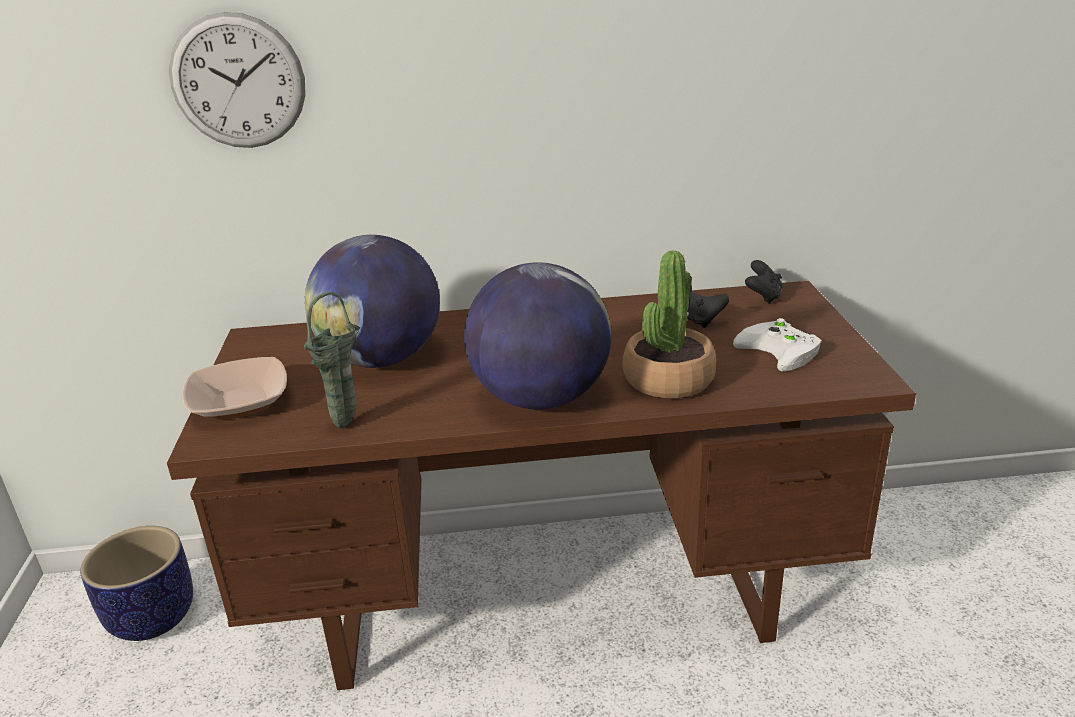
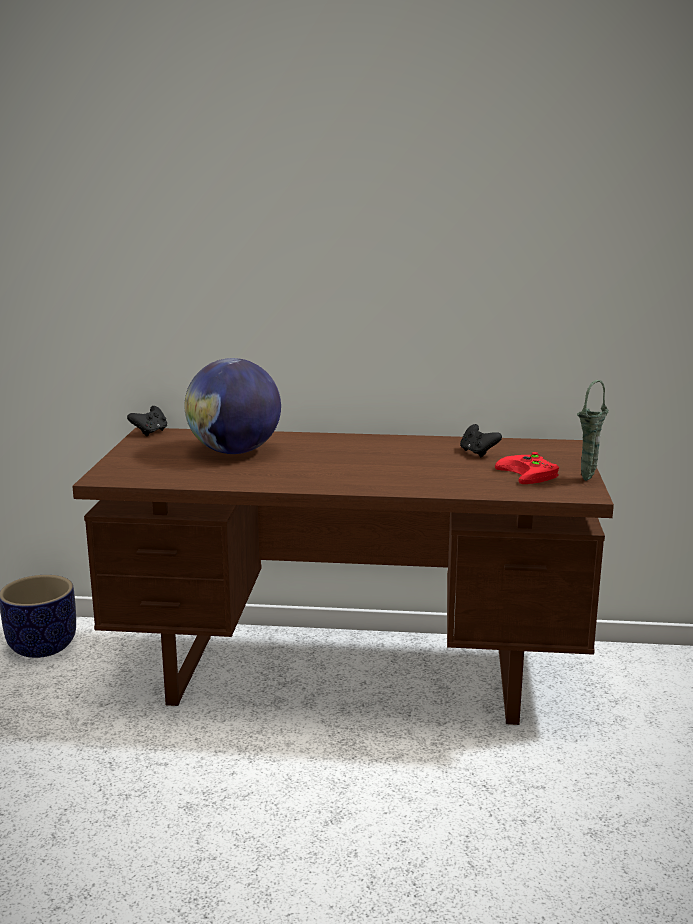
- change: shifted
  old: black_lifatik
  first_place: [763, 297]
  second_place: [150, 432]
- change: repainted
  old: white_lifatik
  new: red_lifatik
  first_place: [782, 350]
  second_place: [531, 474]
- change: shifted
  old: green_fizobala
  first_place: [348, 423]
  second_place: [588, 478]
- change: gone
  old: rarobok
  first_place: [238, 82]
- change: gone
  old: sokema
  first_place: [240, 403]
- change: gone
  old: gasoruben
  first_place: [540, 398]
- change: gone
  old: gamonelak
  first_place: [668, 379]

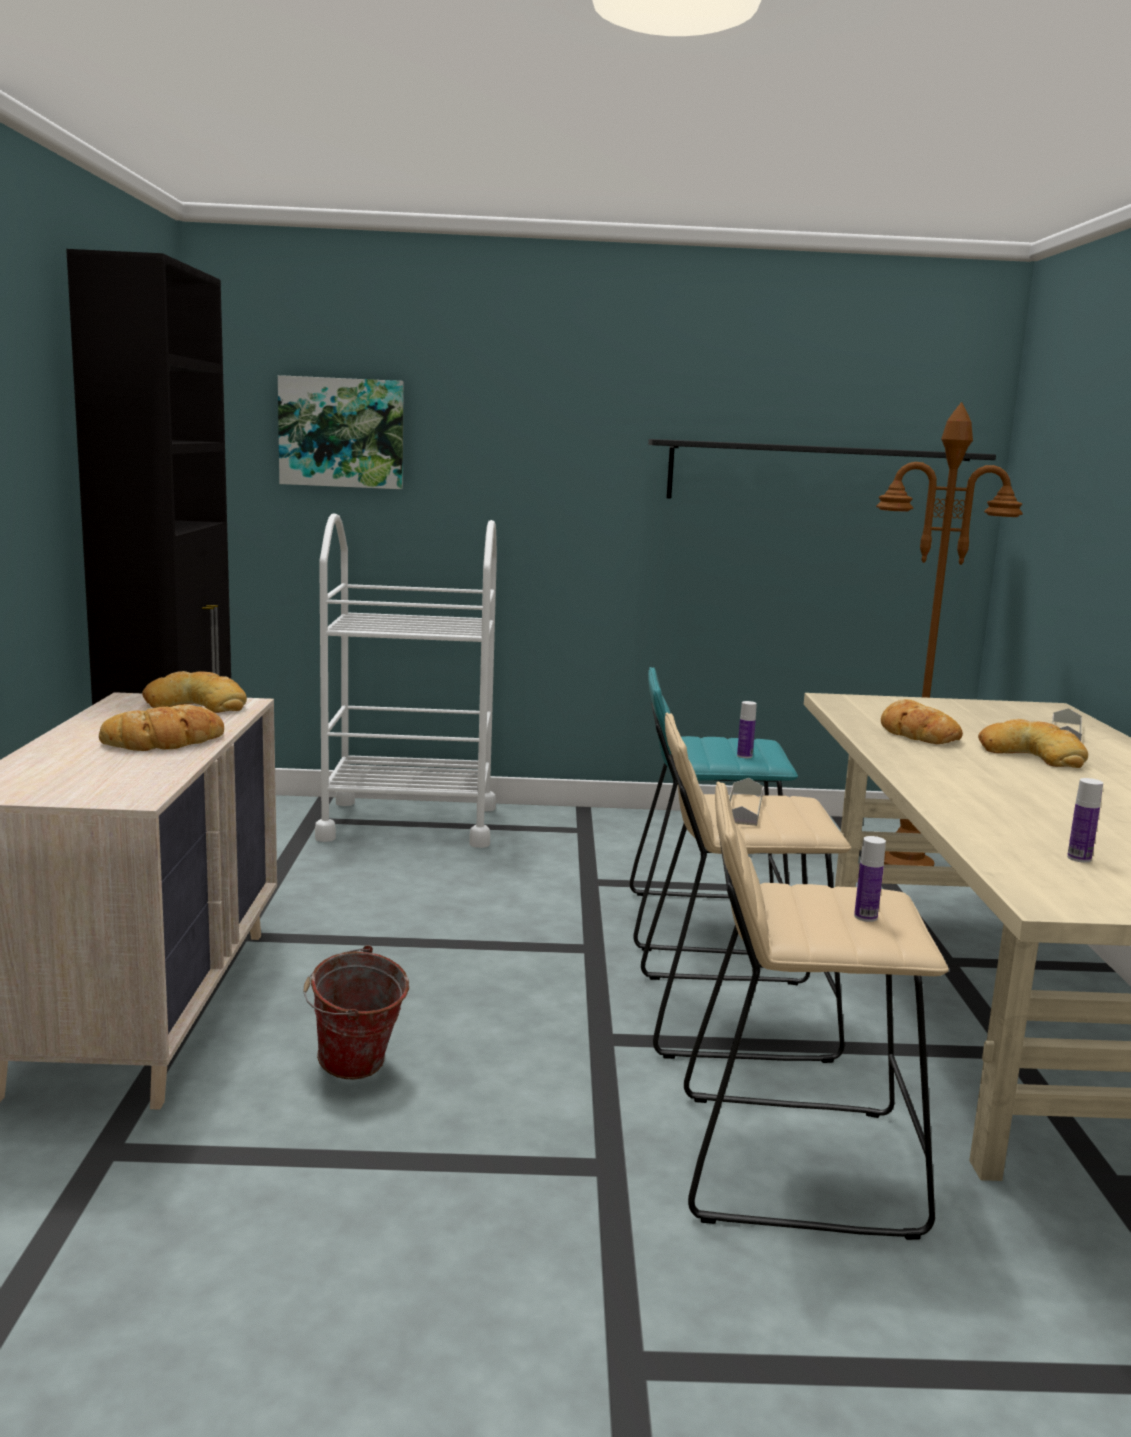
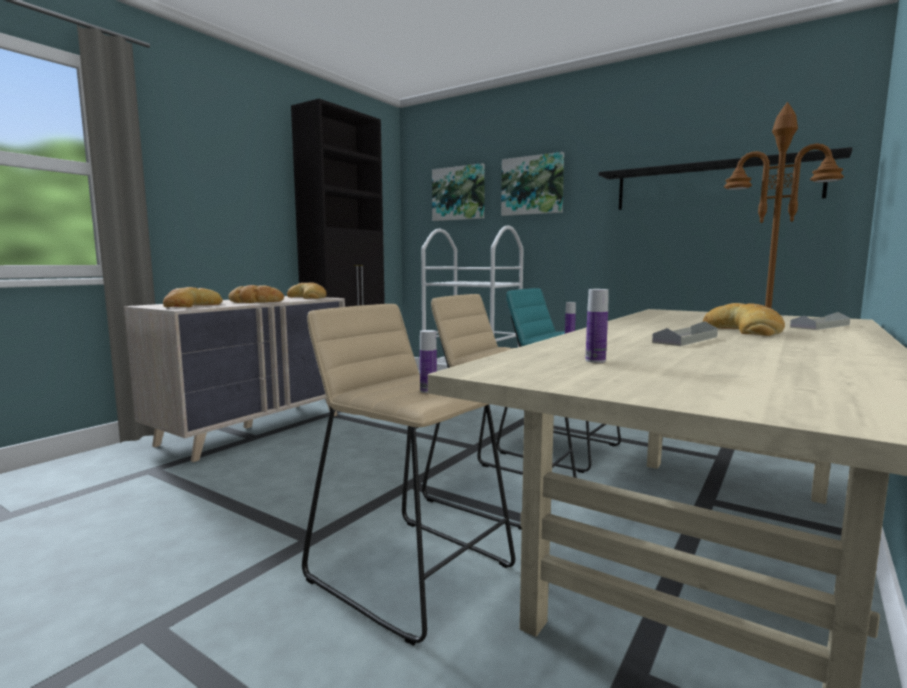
- change: shifted
  old: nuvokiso
  first_place: [916, 733]
  second_place: [191, 306]
- change: new
  new: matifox
  second_place: [532, 185]
- change: shifted
  old: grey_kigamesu
  first_place: [744, 808]
  second_place: [685, 339]
- change: gone
  old: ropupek
  first_place: [355, 1071]

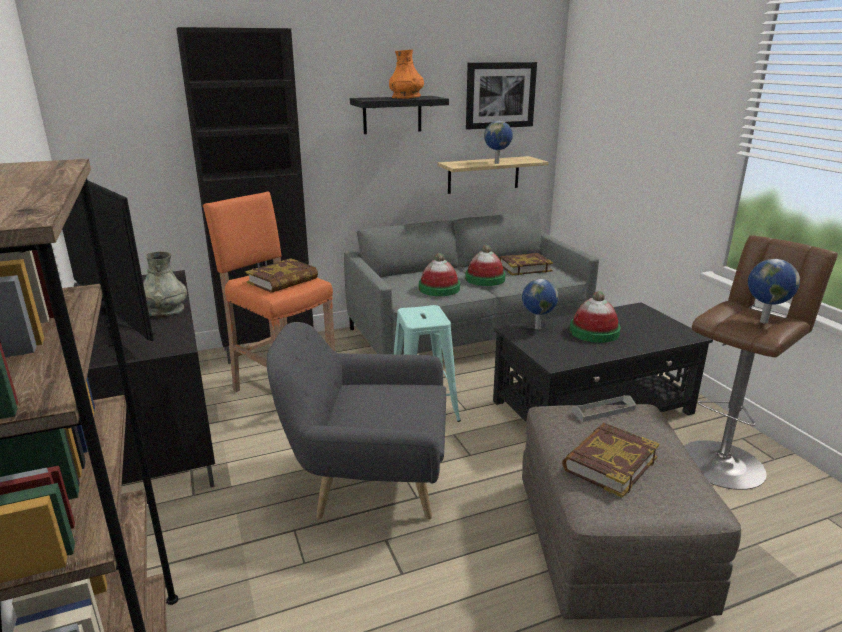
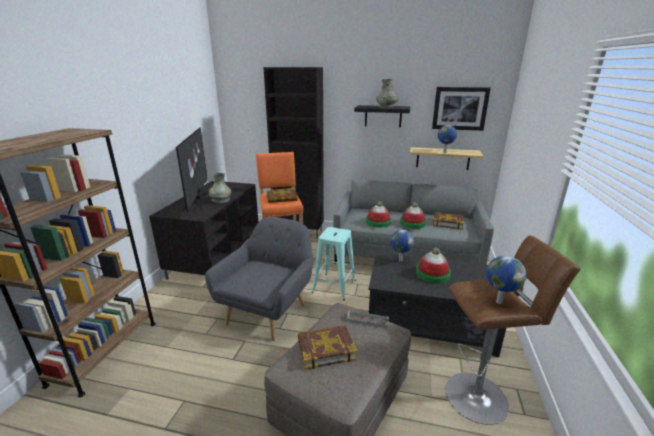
- change: rotated
  old: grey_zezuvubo
  first_place: [369, 482]
  second_place: [268, 311]
  degrees: 75
- change: repainted
  old: orange_fizobala
  new: grey_fizobala
  first_place: [406, 97]
  second_place: [386, 107]

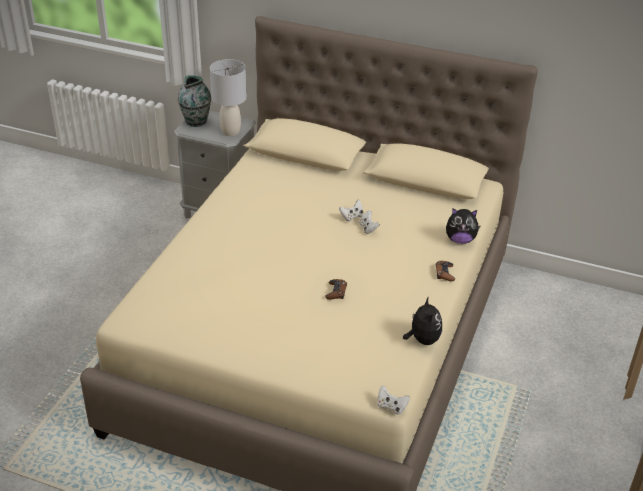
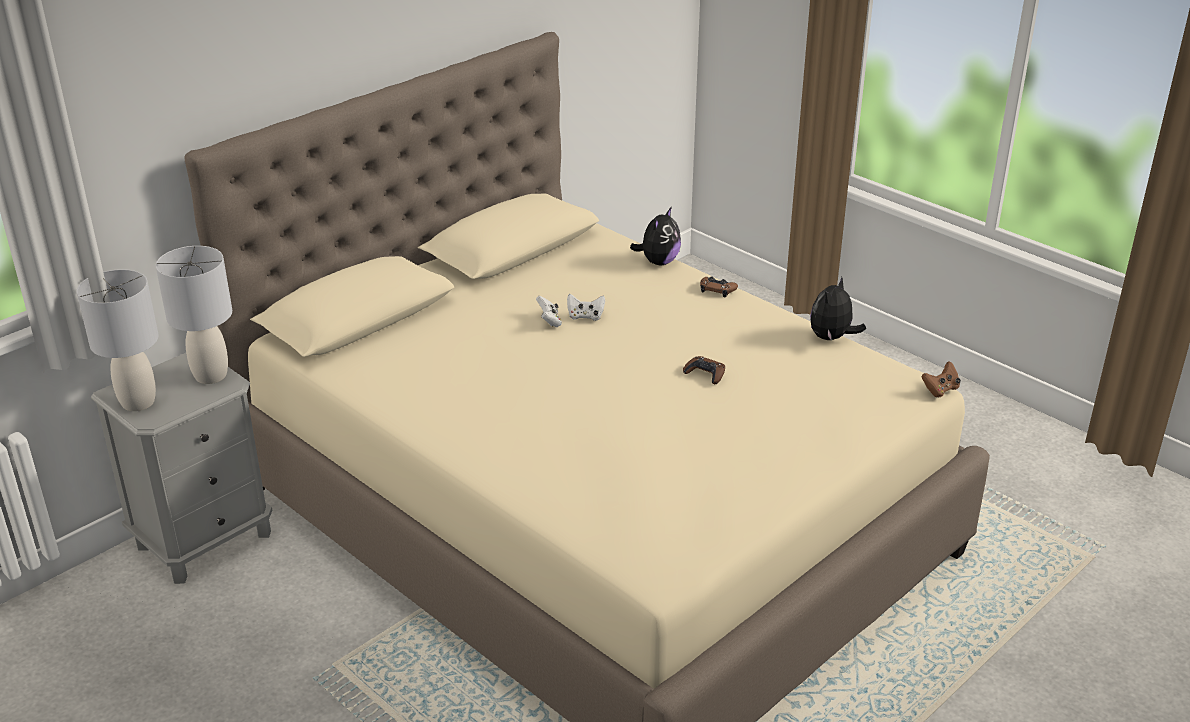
- change: swapped
  old: fizobala
  new: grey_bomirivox
  first_place: [196, 121]
  second_place: [138, 402]
- change: rotated
  old: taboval
  first_place: [422, 339]
  second_place: [832, 338]
  degrees: -75
- change: repainted
  old: white_lifatik
  new: brown_lifatik
  first_place: [391, 406]
  second_place: [940, 390]

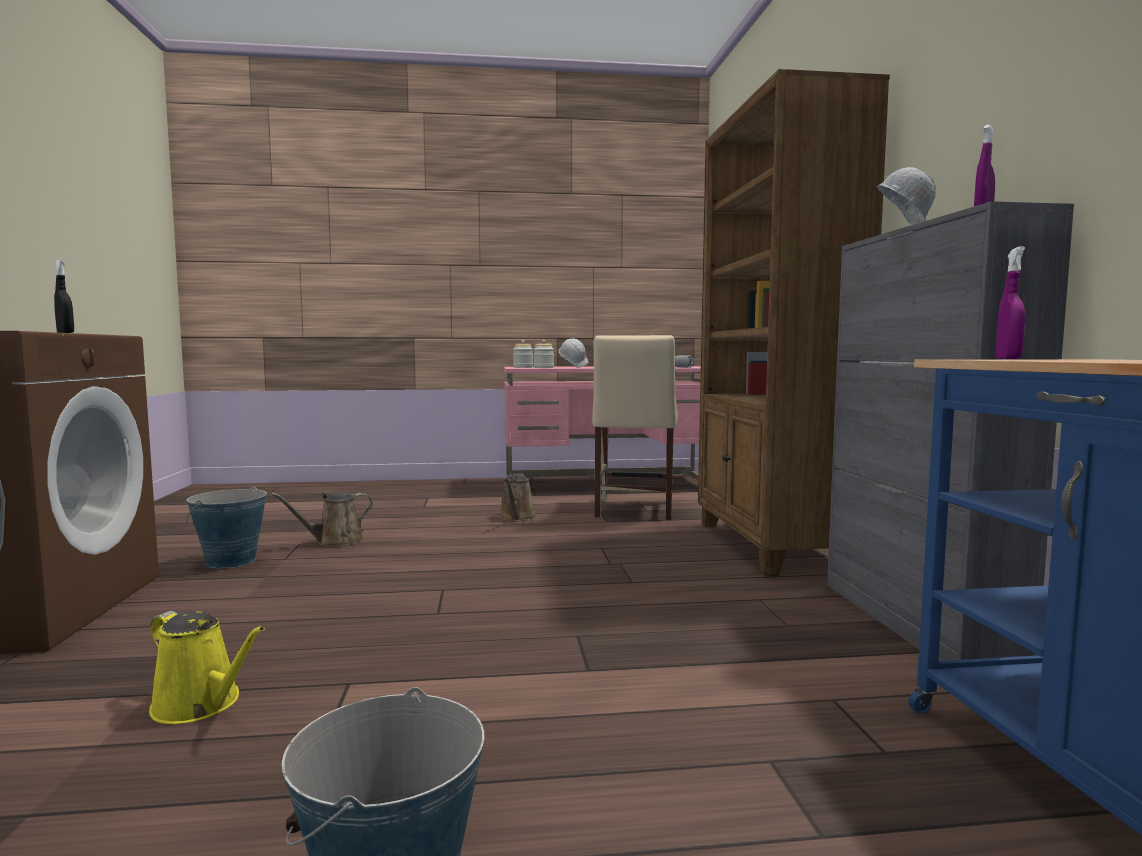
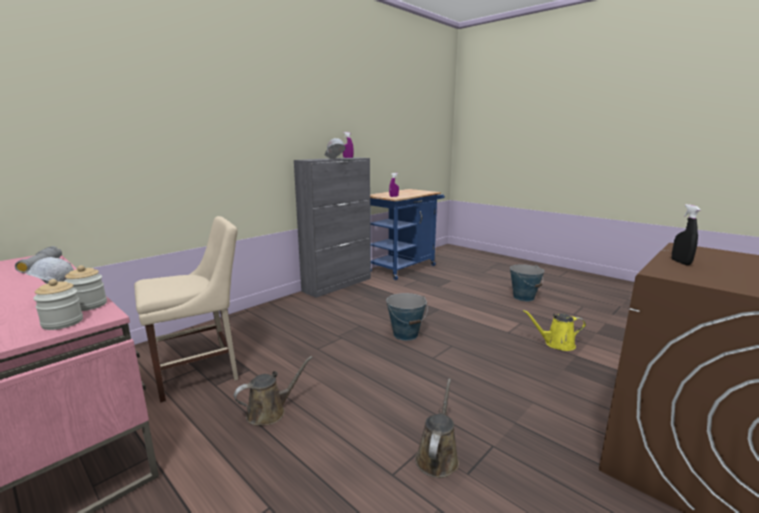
- change: shifted
  old: ropupek
  first_place: [230, 561]
  second_place: [405, 334]
- change: rotated
  old: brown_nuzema
  first_place: [335, 542]
  second_place: [437, 456]
  degrees: -90
- change: rotated
  old: yellow_nuzema
  first_place: [201, 705]
  second_place: [556, 344]
  degrees: -75
- change: gone
  old: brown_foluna
  first_place: [770, 546]

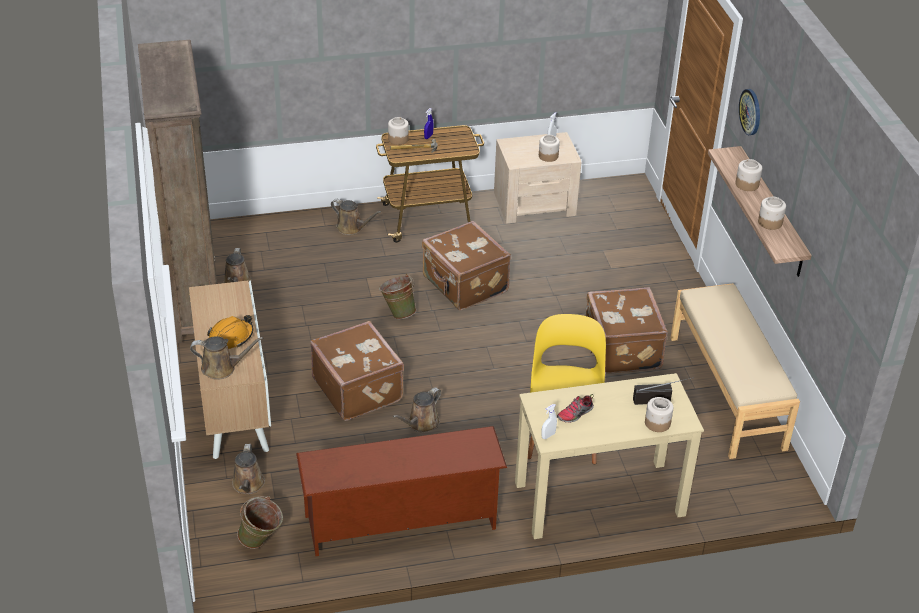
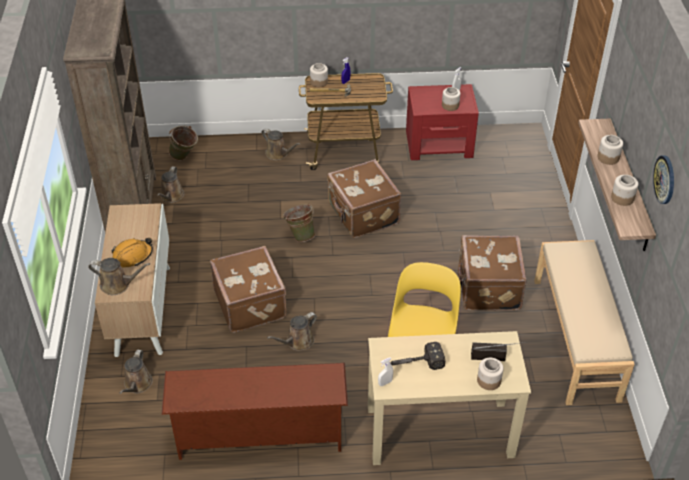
- change: shifted
  old: green_ropupek
  first_place: [262, 542]
  second_place: [185, 157]
- change: swapped
  old: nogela
  new: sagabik
  first_place: [575, 414]
  second_place: [414, 363]
- change: repainted
  old: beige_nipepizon
  new: red_nipepizon
  first_place: [535, 204]
  second_place: [439, 144]
- change: shifted
  old: rarobok
  first_place: [750, 112]
  second_place: [665, 179]

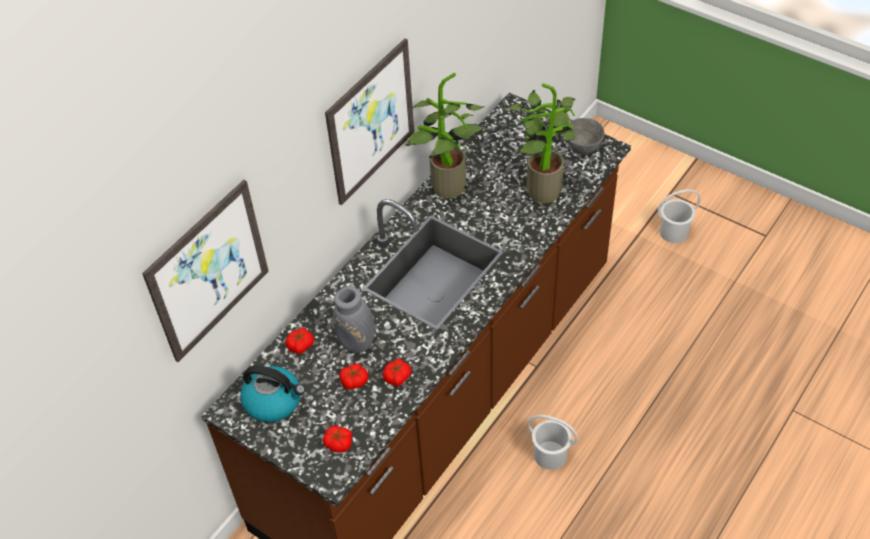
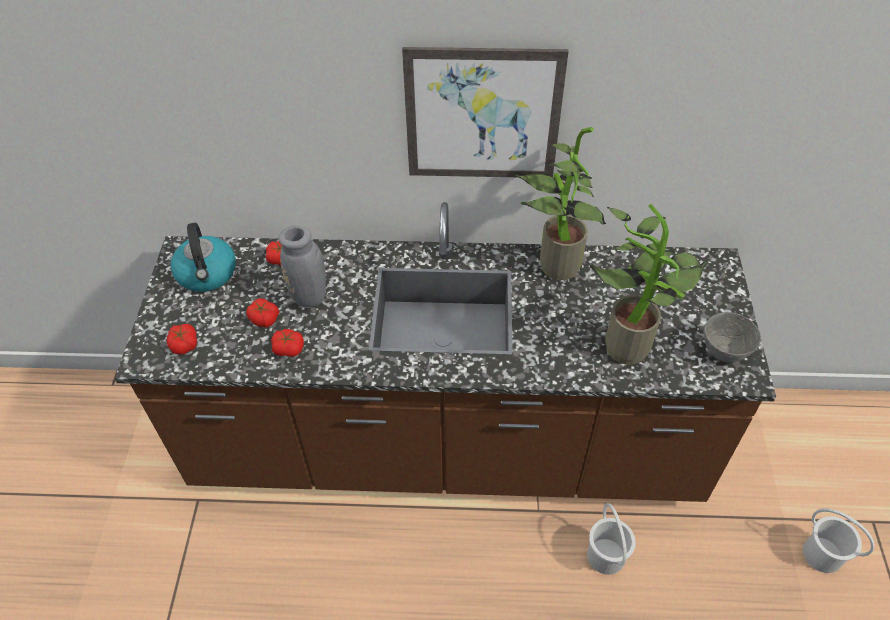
- change: shifted
  old: white_ropupek
  first_place: [550, 454]
  second_place: [606, 555]
- change: gone
  old: matifox
  first_place: [208, 271]

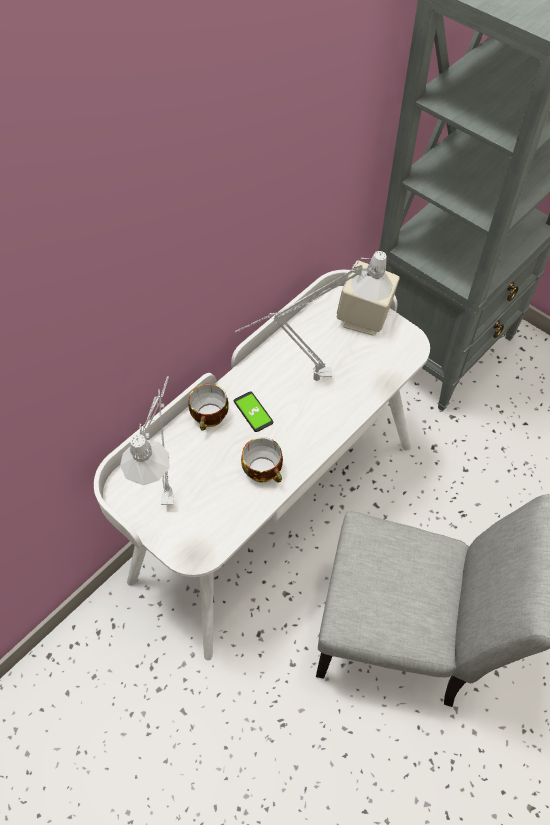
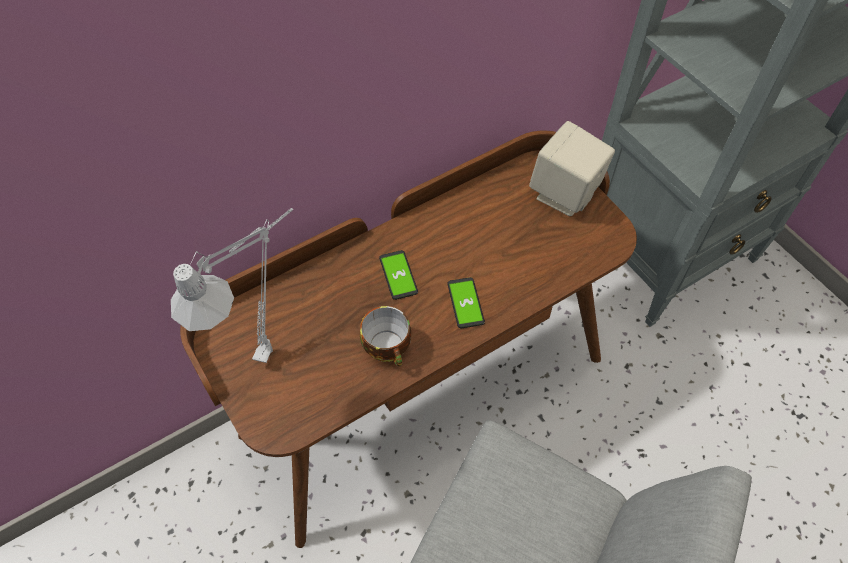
- change: repainted
  old: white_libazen
  new: brown_libazen
  first_place: [274, 508]
  second_place: [423, 393]
- change: new
  new: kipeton
  second_place: [465, 303]
- change: gone
  old: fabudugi
  first_place: [210, 418]
- change: gone
  old: grey_bomirivox
  first_place: [307, 380]

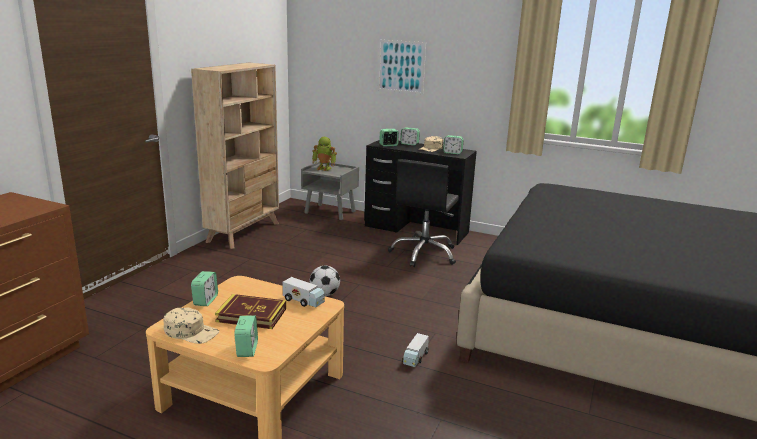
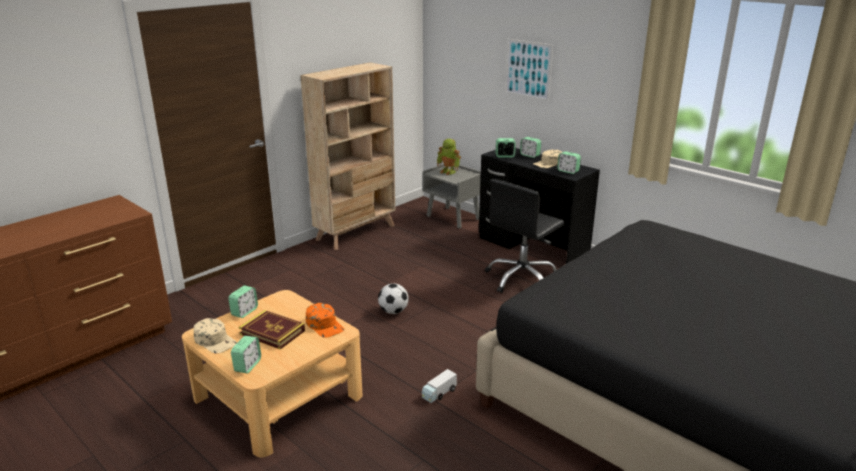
- change: swapped
  old: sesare
  new: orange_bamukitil
  first_place: [303, 301]
  second_place: [325, 325]

